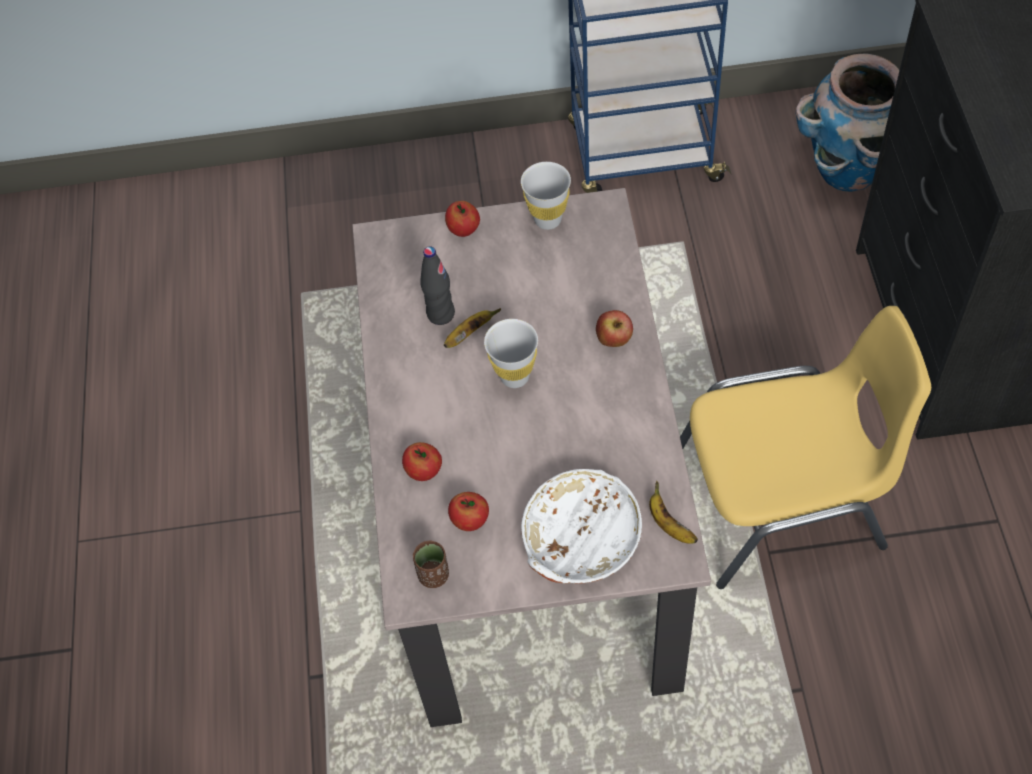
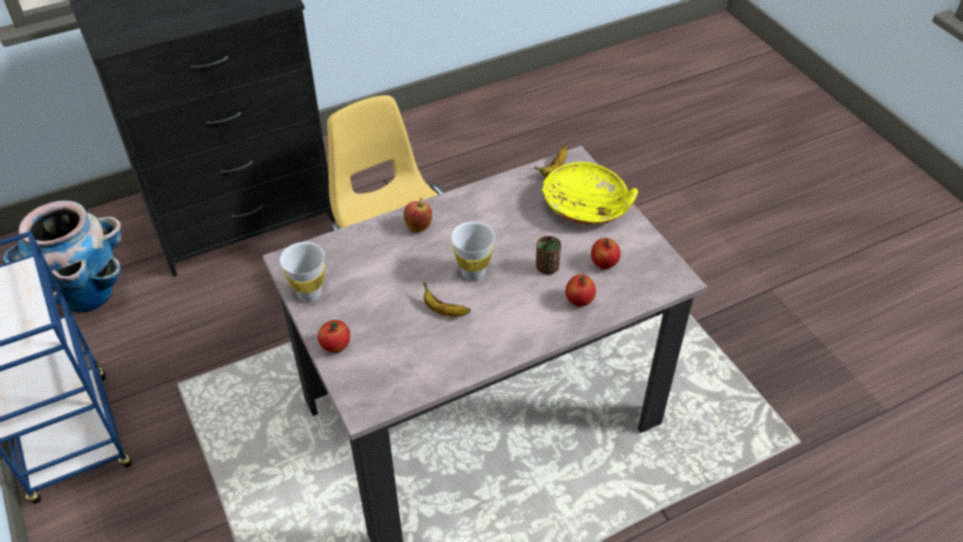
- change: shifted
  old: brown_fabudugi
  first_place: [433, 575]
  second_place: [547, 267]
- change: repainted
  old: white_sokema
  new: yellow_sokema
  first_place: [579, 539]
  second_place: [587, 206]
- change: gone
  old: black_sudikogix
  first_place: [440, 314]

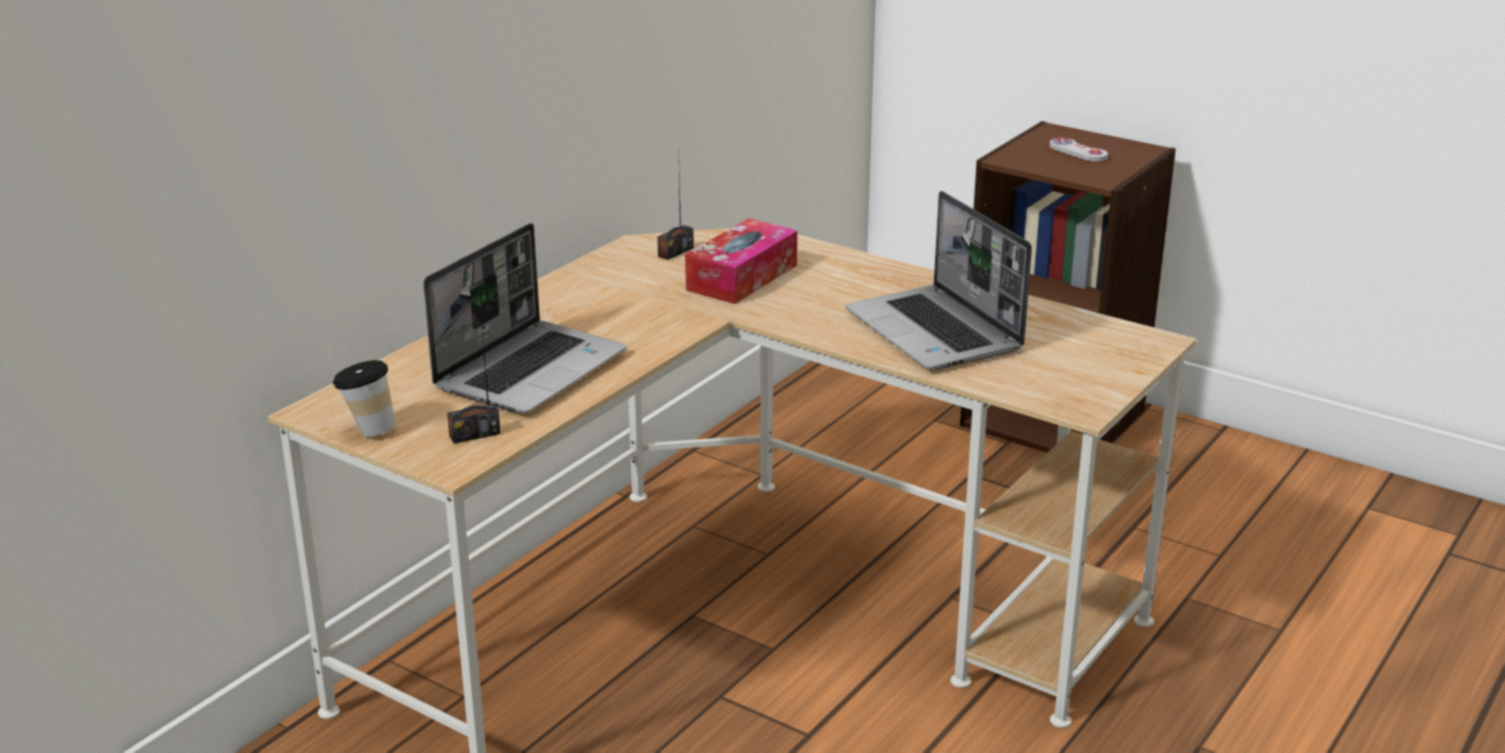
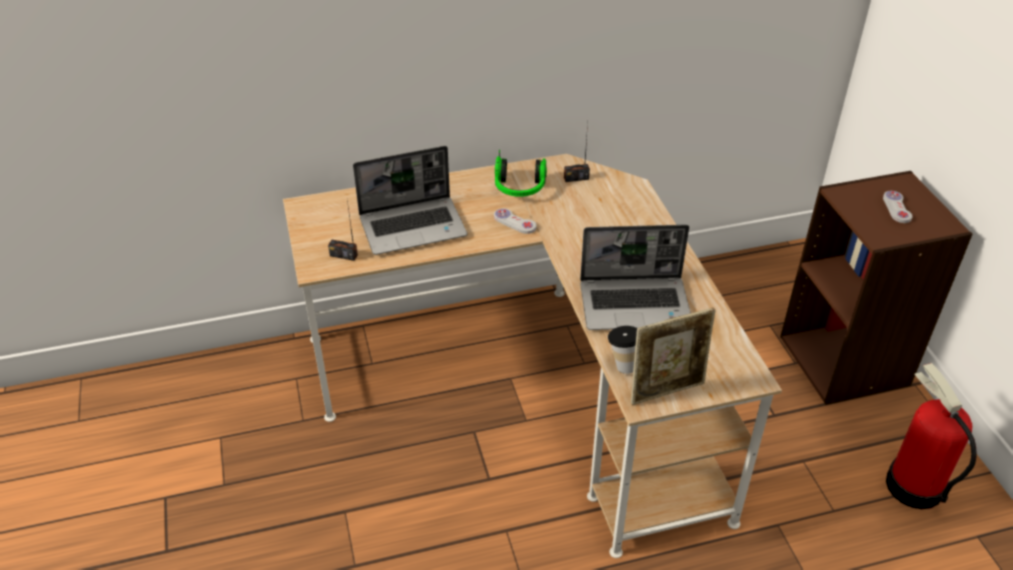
- change: new
  new: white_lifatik
  second_place: [514, 222]
- change: new
  new: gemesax
  second_place: [519, 189]
- change: rotated
  old: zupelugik
  first_place: [936, 332]
  second_place: [636, 304]
  degrees: -105
- change: shifted
  old: fabudugi
  first_place: [368, 430]
  second_place: [622, 364]
- change: new
  new: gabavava
  second_place: [667, 390]
- change: new
  new: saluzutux
  second_place: [913, 486]
- change: gone
  old: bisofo
  first_place: [742, 277]

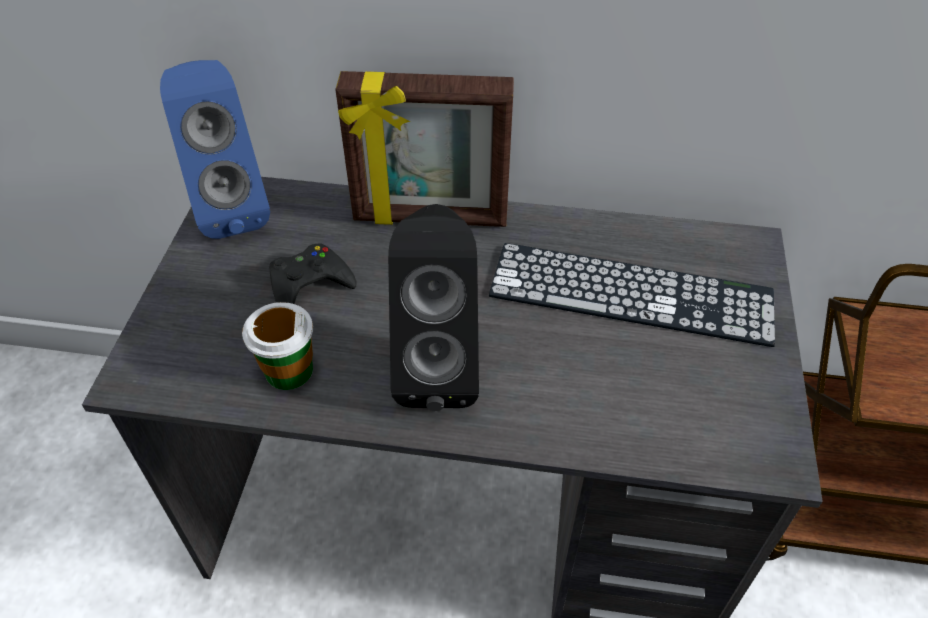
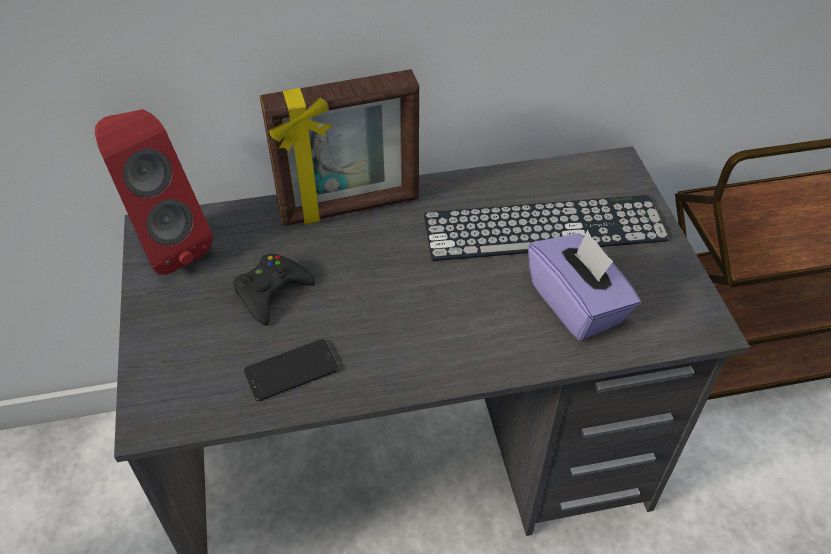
- change: repainted
  old: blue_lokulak
  new: red_lokulak
  first_place: [231, 209]
  second_place: [164, 244]
- change: swapped
  old: fabudugi
  new: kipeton
  first_place: [288, 370]
  second_place: [291, 370]
- change: new
  new: purple_bisofo
  second_place: [577, 304]
- change: gone
  old: black_lokulak
  first_place: [437, 367]

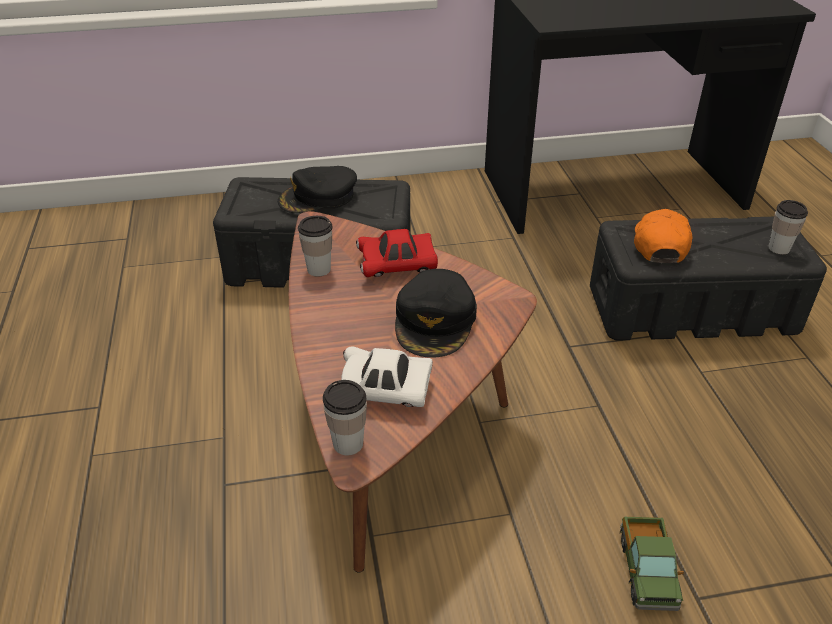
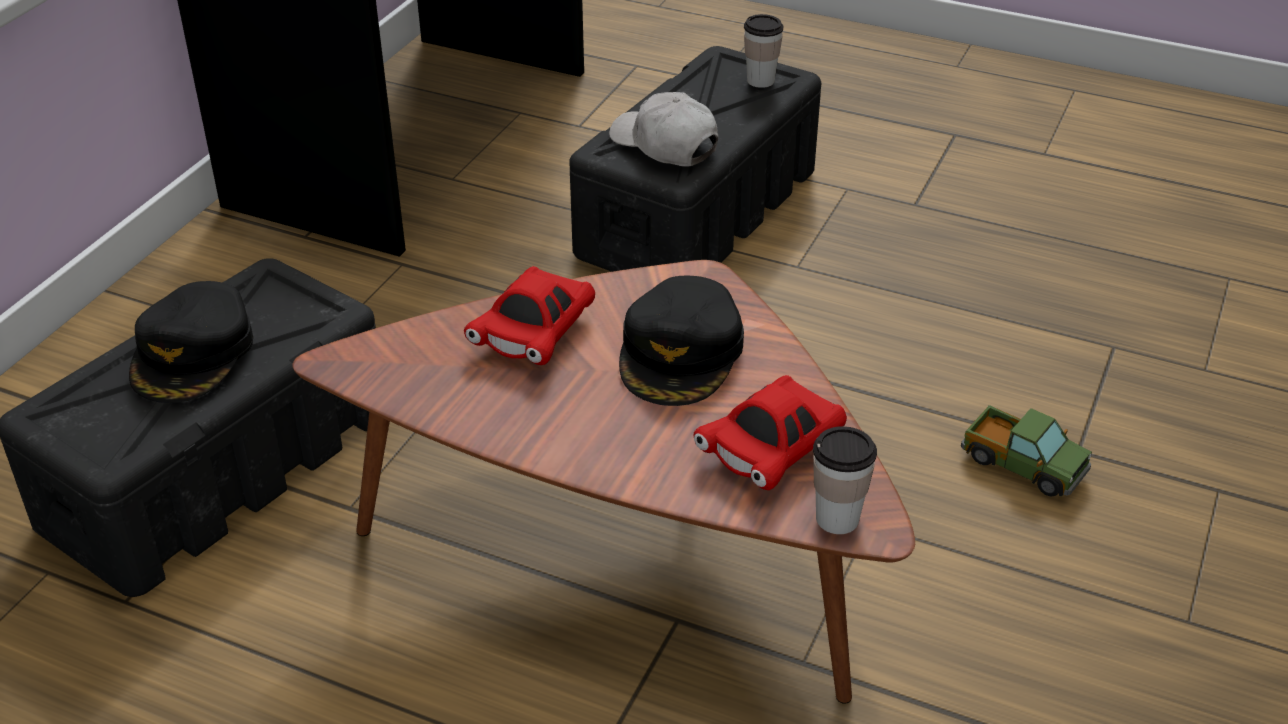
- change: repainted
  old: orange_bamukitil
  new: white_bamukitil
  first_place: [659, 244]
  second_place: [664, 144]
- change: rotated
  old: black_bamukitil
  first_place: [435, 321]
  second_place: [681, 353]
  degrees: 60
- change: repainted
  old: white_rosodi
  new: red_rosodi
  first_place: [384, 391]
  second_place: [771, 450]
- change: gone
  old: fabudugi
  first_place: [319, 269]

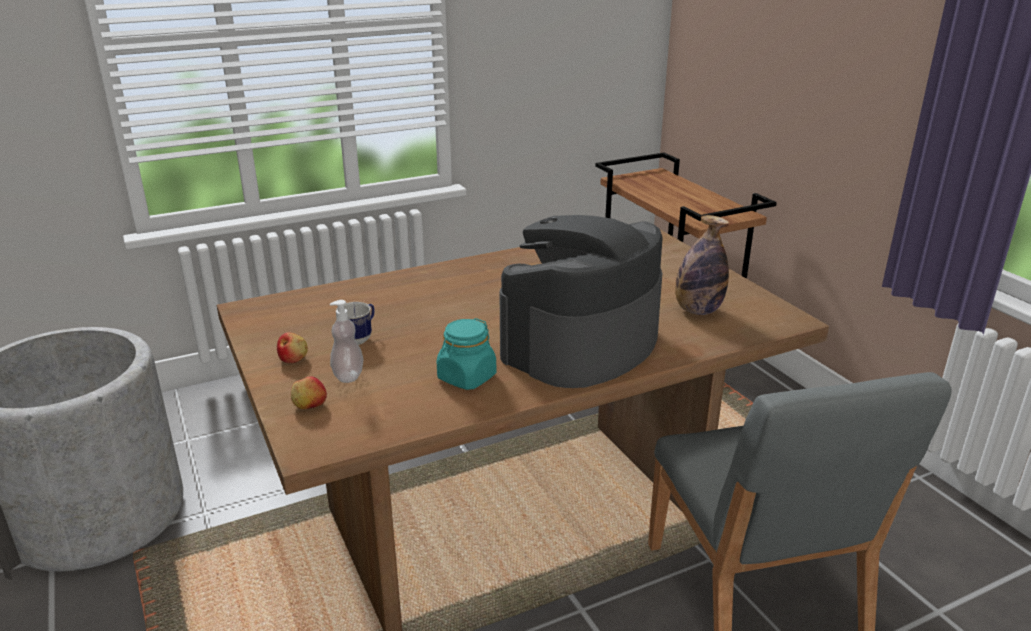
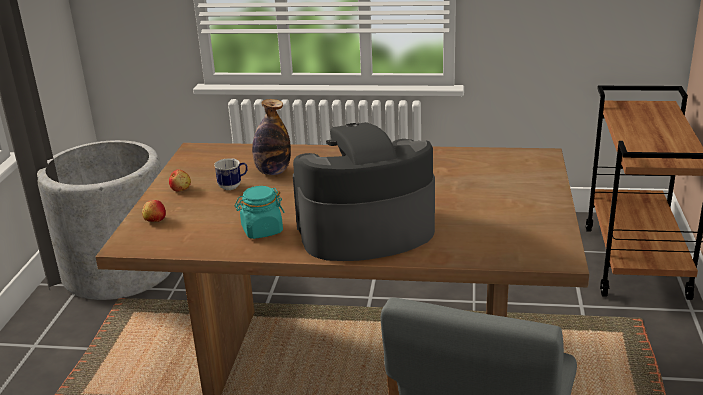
- change: shifted
  old: sudikogix
  first_place: [697, 310]
  second_place: [273, 172]
- change: gone
  old: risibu
  first_place: [348, 375]

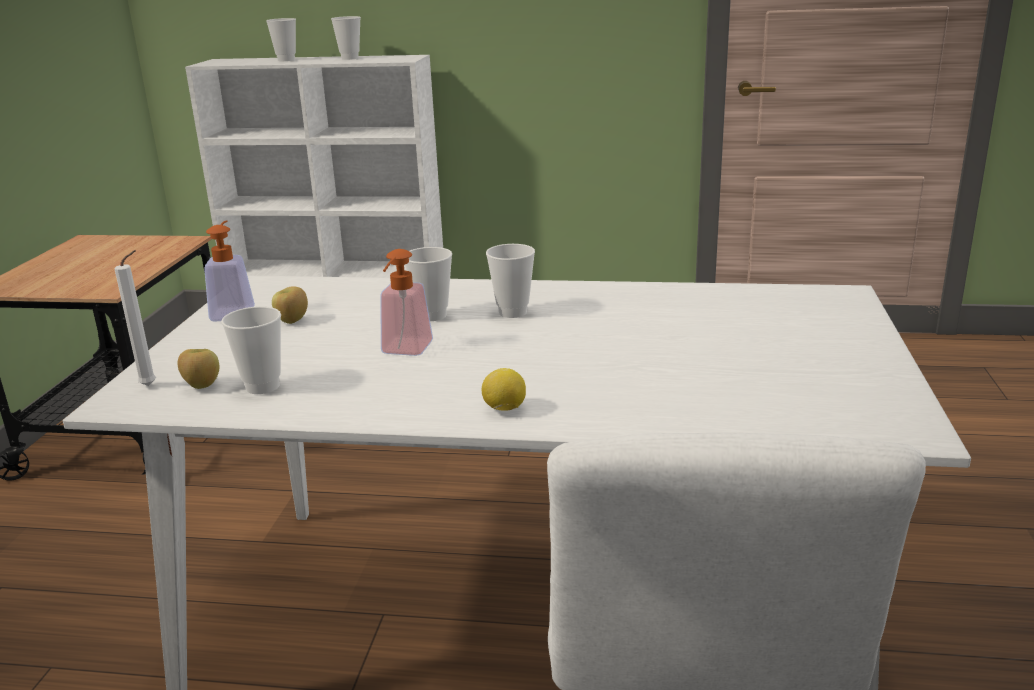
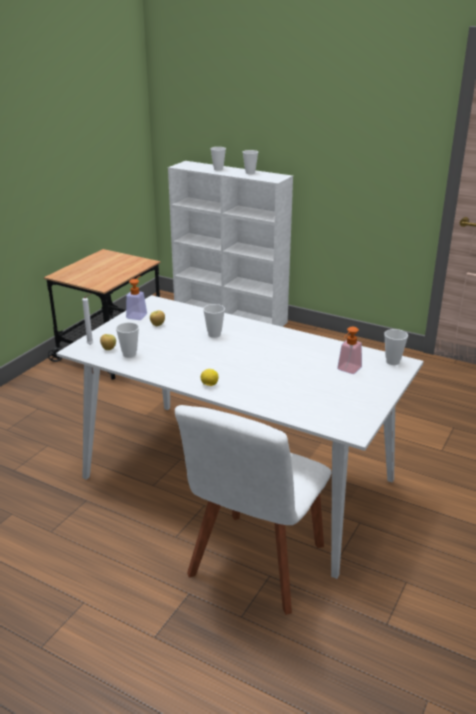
- change: shifted
  old: risibu
  first_place: [404, 351]
  second_place: [347, 370]
- change: shifted
  old: fabudugi
  first_place: [512, 312]
  second_place: [392, 361]

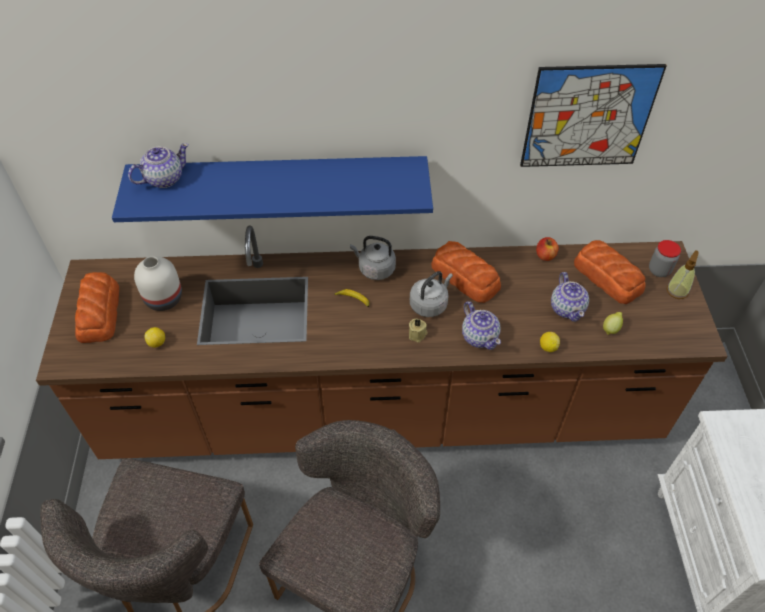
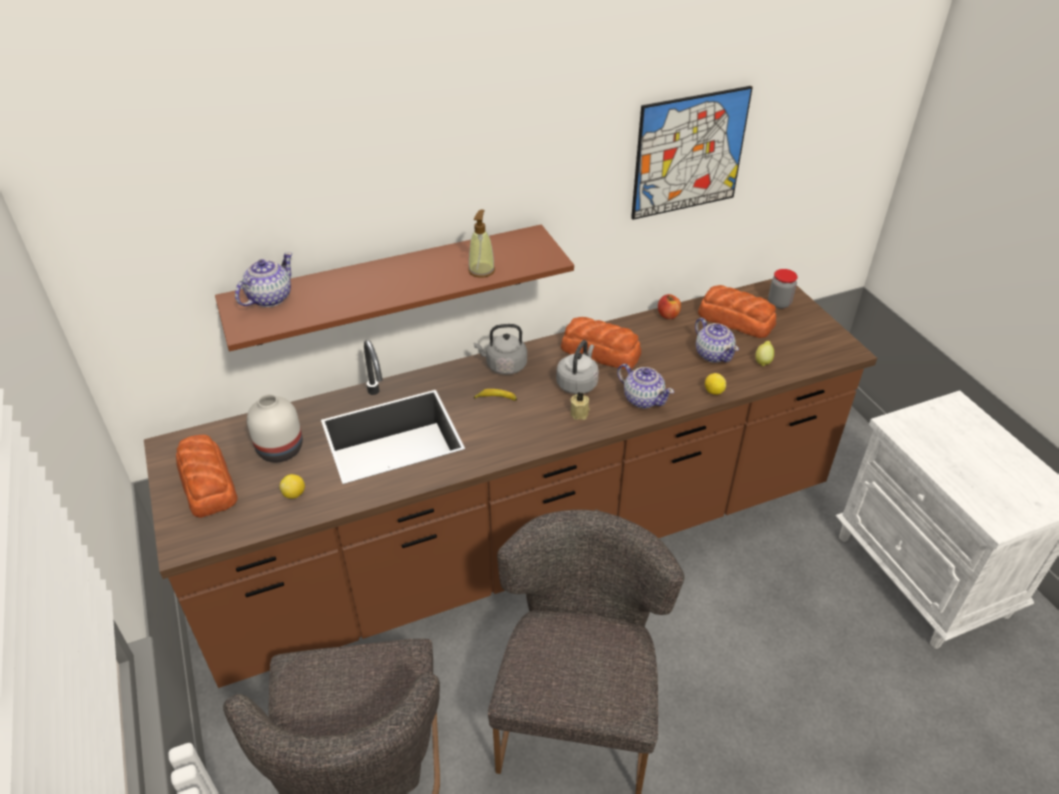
- change: repainted
  old: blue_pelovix
  new: brown_pelovix
  first_place: [280, 182]
  second_place: [390, 285]
- change: shifted
  old: risibu
  first_place: [677, 291]
  second_place: [481, 270]

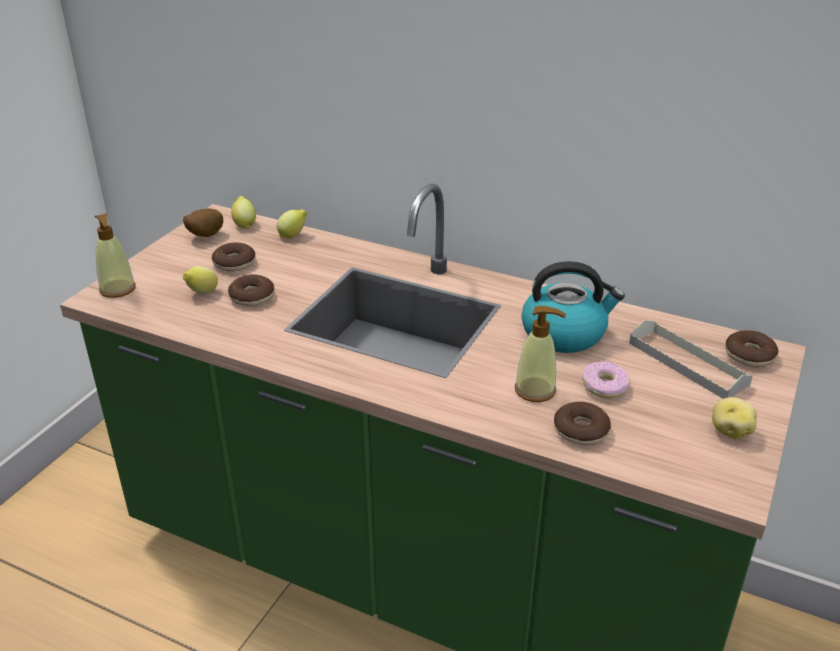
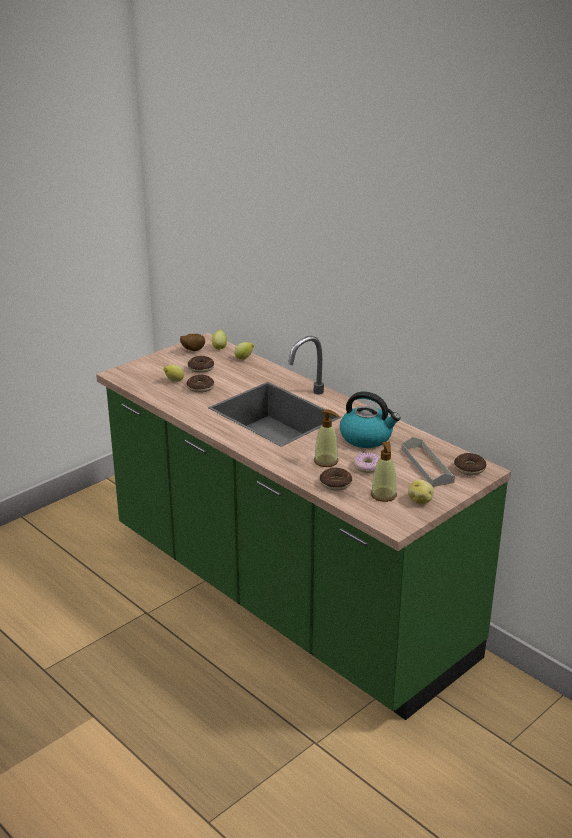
- change: shifted
  old: risibu
  first_place: [118, 289]
  second_place: [383, 495]

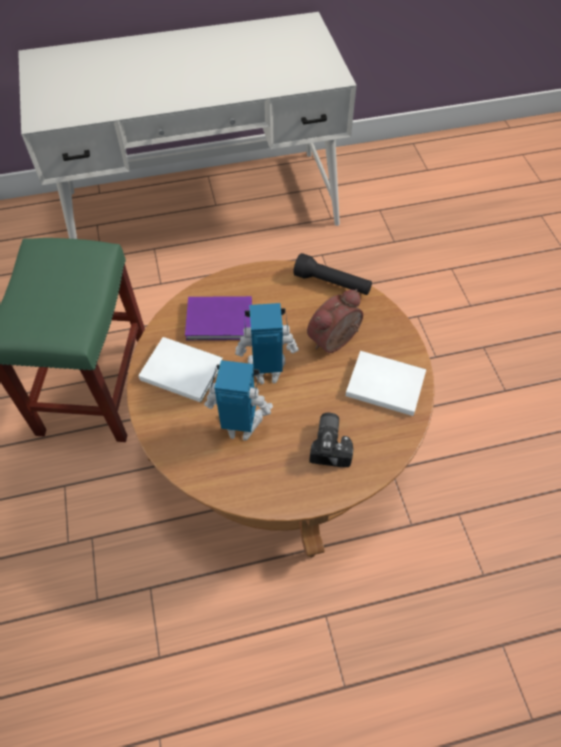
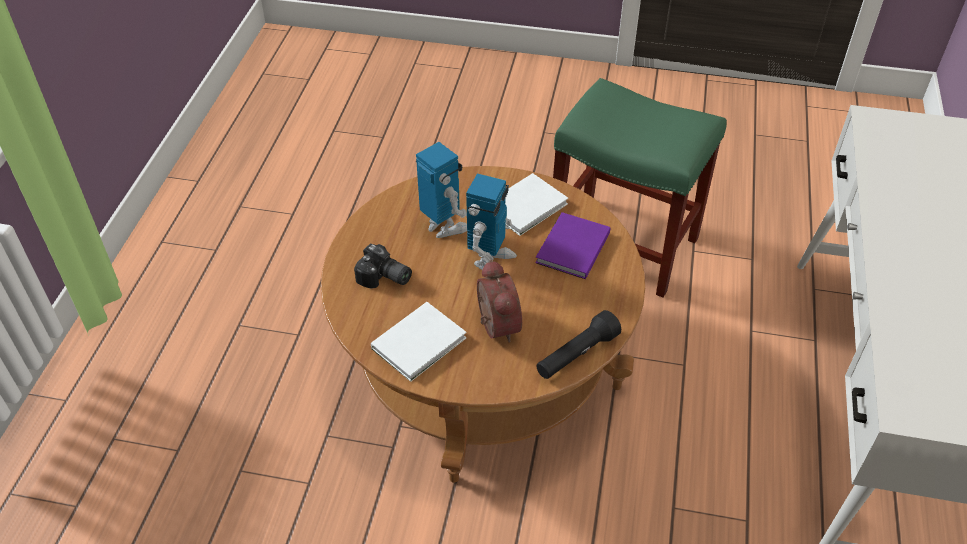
- change: rotated
  old: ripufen
  first_place: [241, 425]
  second_place: [444, 227]
  degrees: -75

